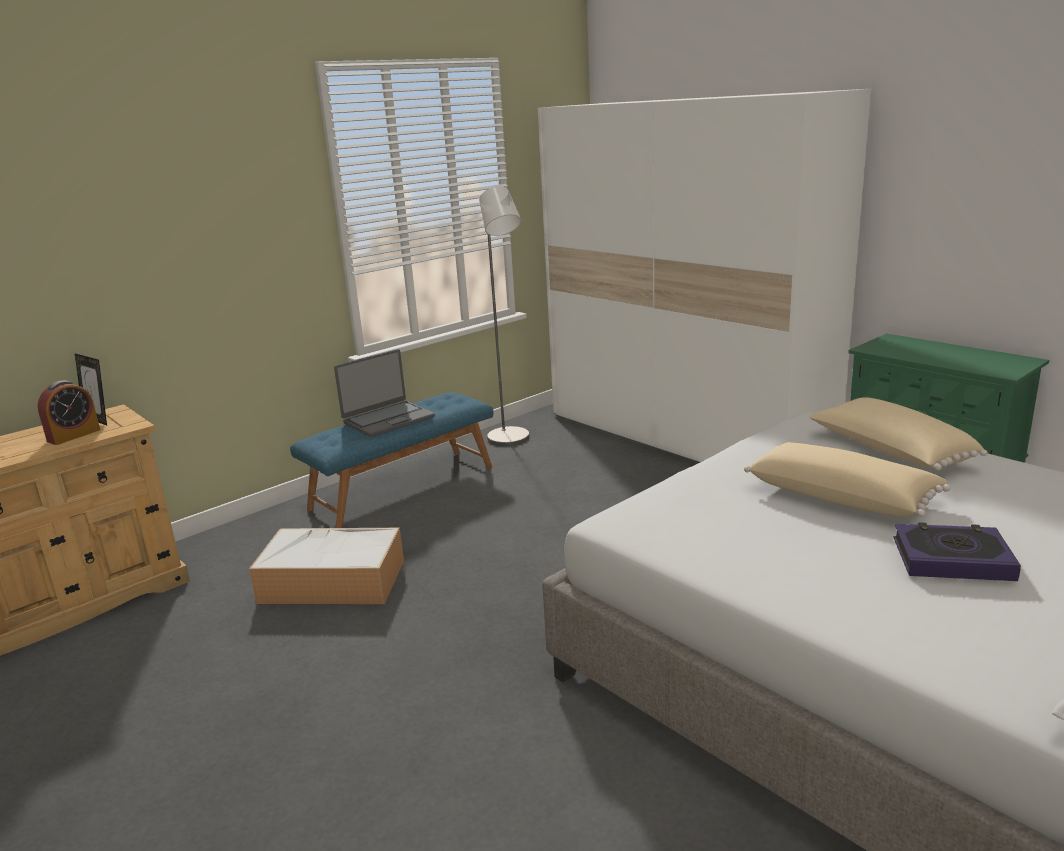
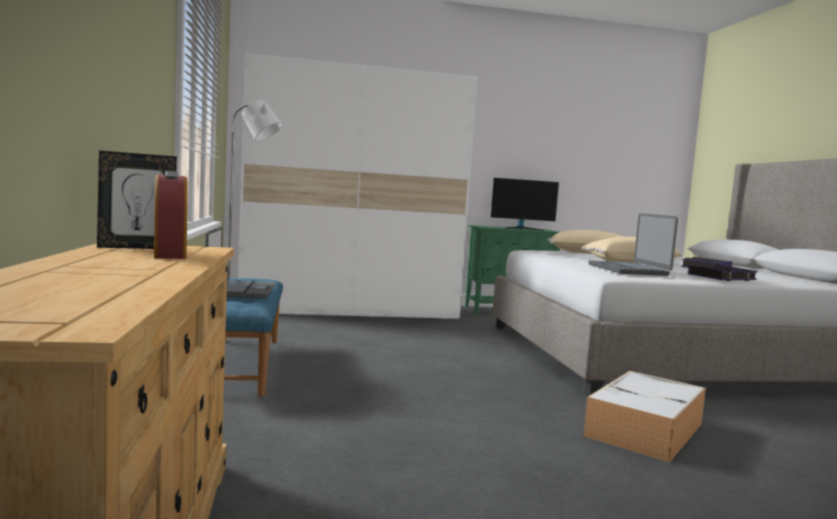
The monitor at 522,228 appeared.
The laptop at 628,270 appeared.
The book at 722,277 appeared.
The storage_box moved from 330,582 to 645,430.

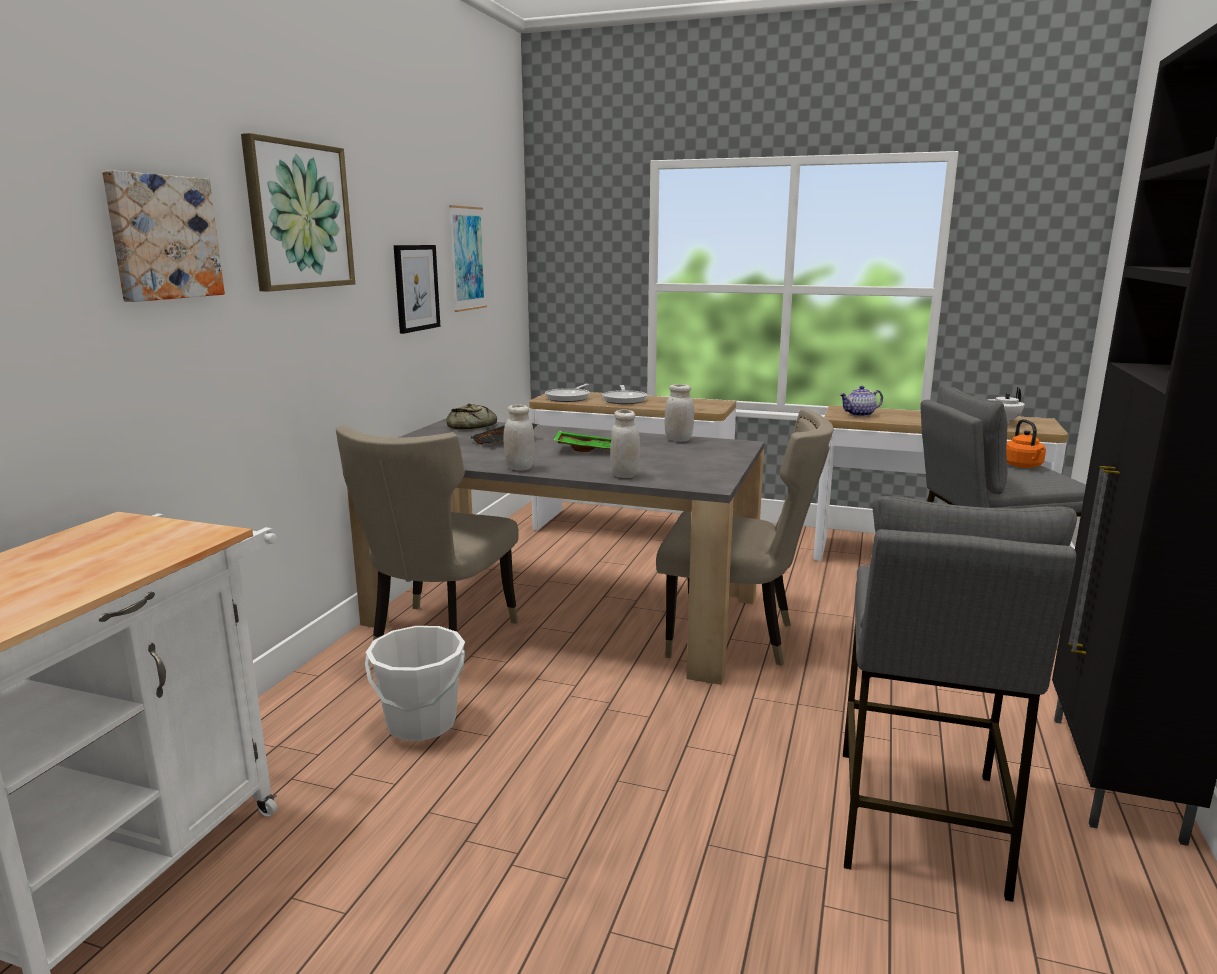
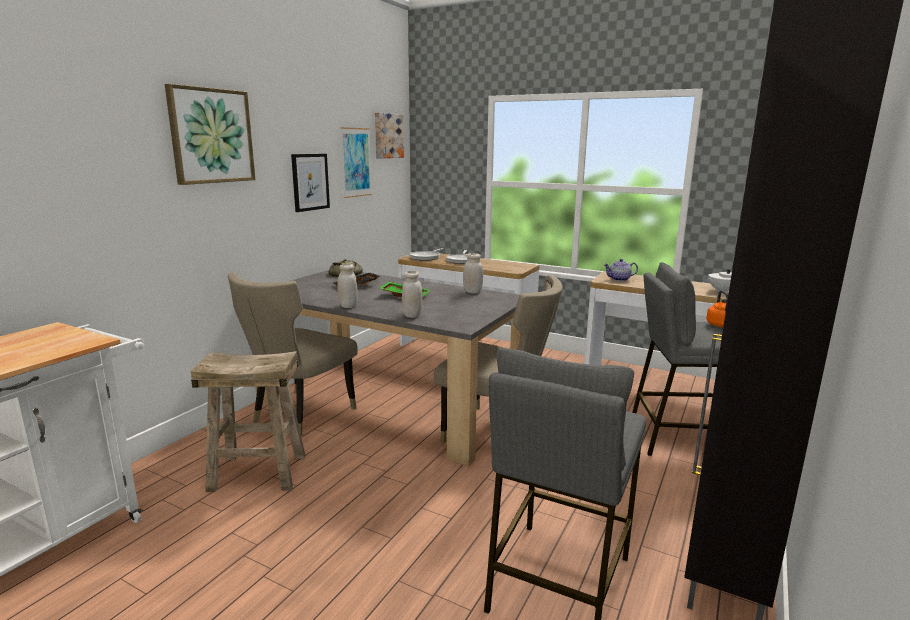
The picture moved from 162,237 to 387,136.
The white_bucket at 421,724 was replaced by the beige_stool at 258,472.

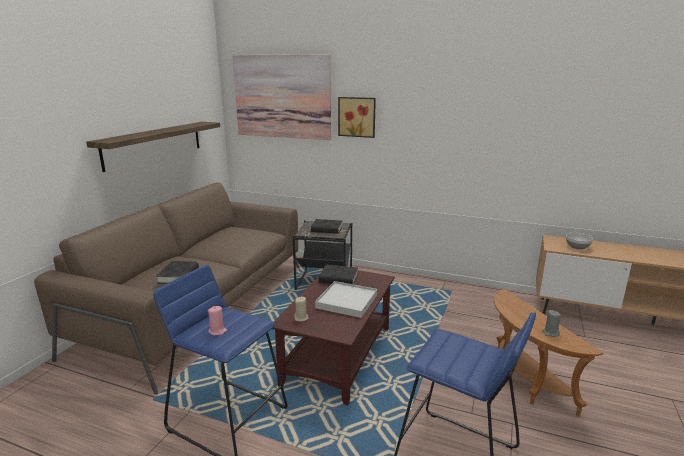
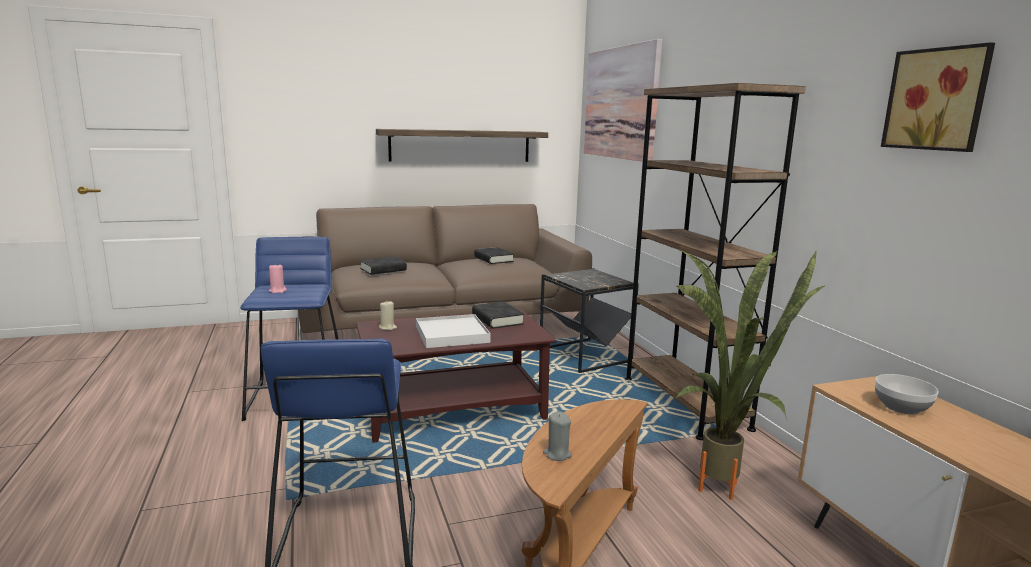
The brown_bookcase at 684,402 appeared.
The potted_plant at 723,482 appeared.
The black_book moved from 326,229 to 493,259.
The picture moved from 357,117 to 938,99.

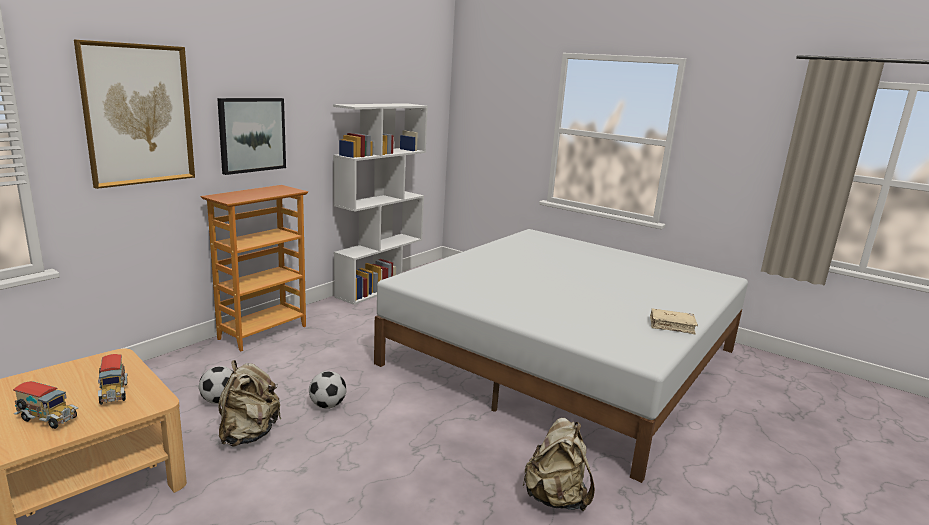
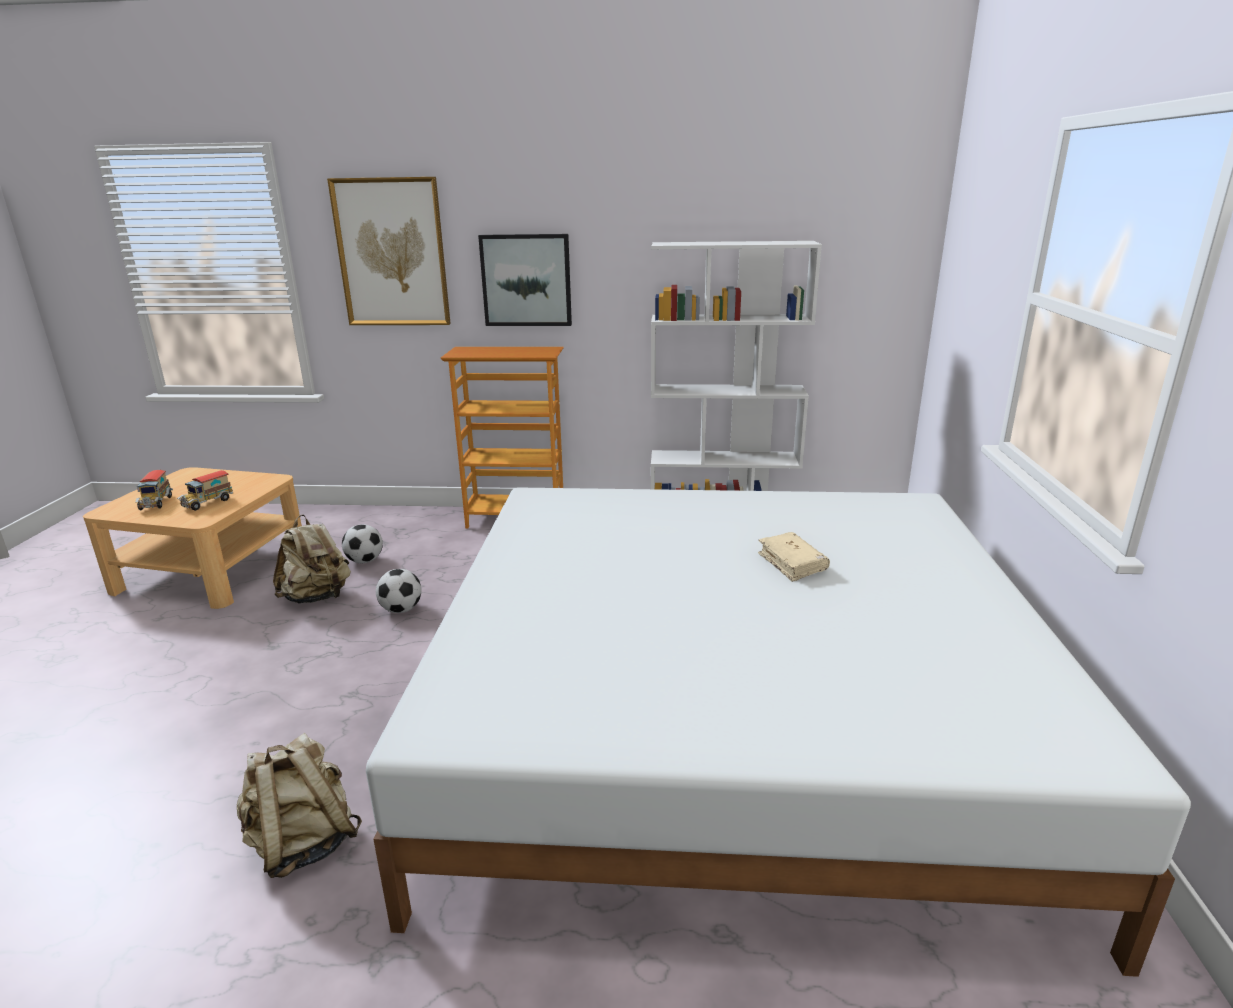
The beige_book moved from 671,326 to 792,563.

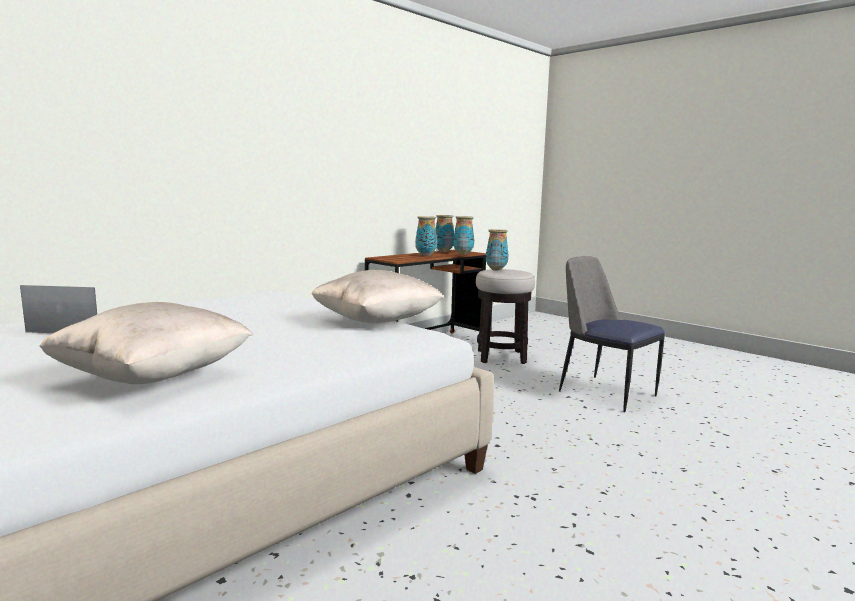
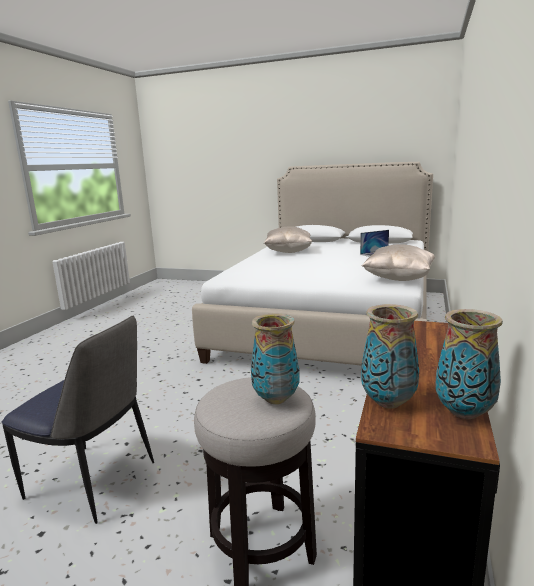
The vase at 426,255 disappeared.
The beige_pillow moved from 376,322 to 399,278.

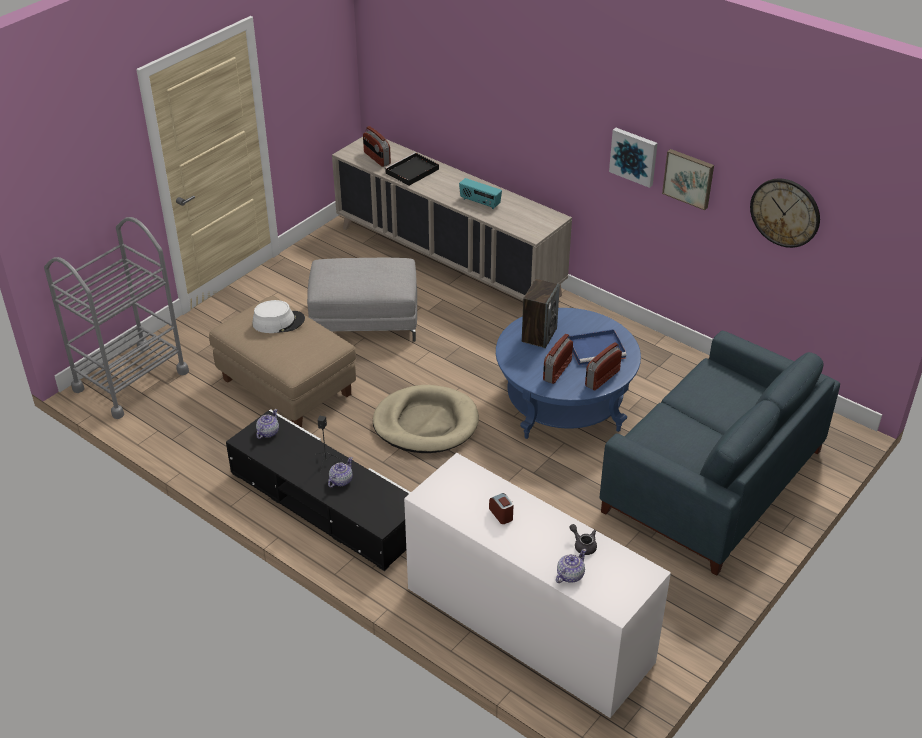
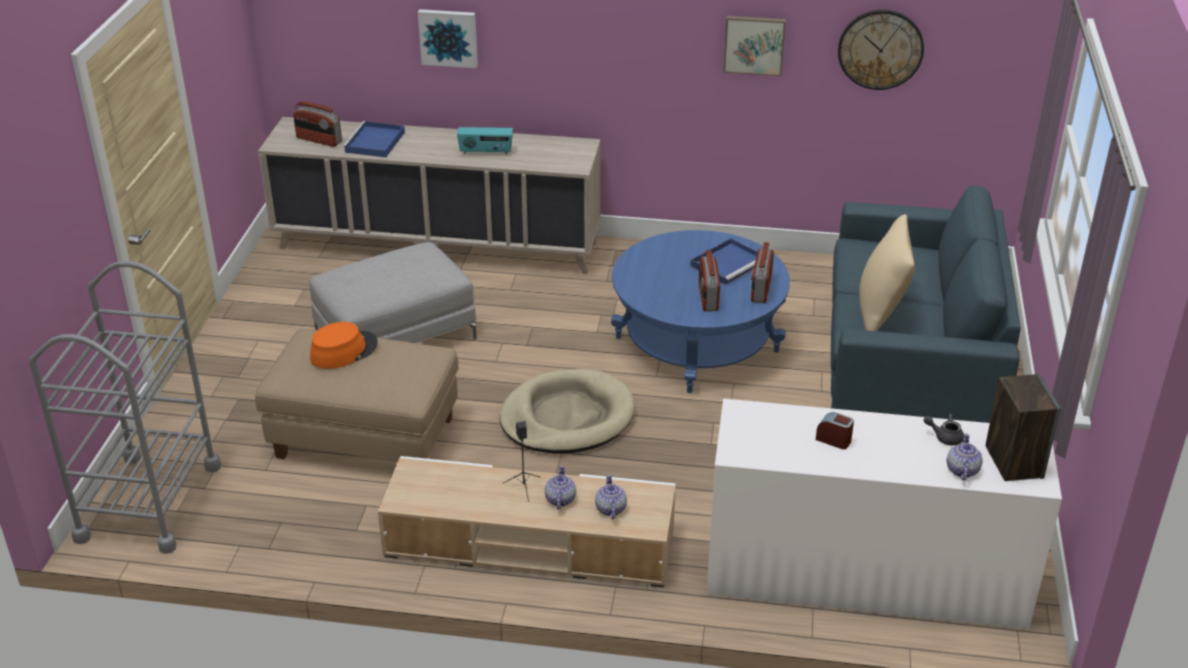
The beige_pillow at 881,312 appeared.
The teapot moved from 267,432 to 610,509.
The speaker moved from 539,335 to 1013,462.
The picture moved from 634,156 to 448,37.
The black_tv_stand at 326,503 became the beige_tv_stand at 530,543.
The white_hat at 278,322 became the orange_hat at 343,351.
The black_tray at 411,171 became the blue_tray at 374,143.

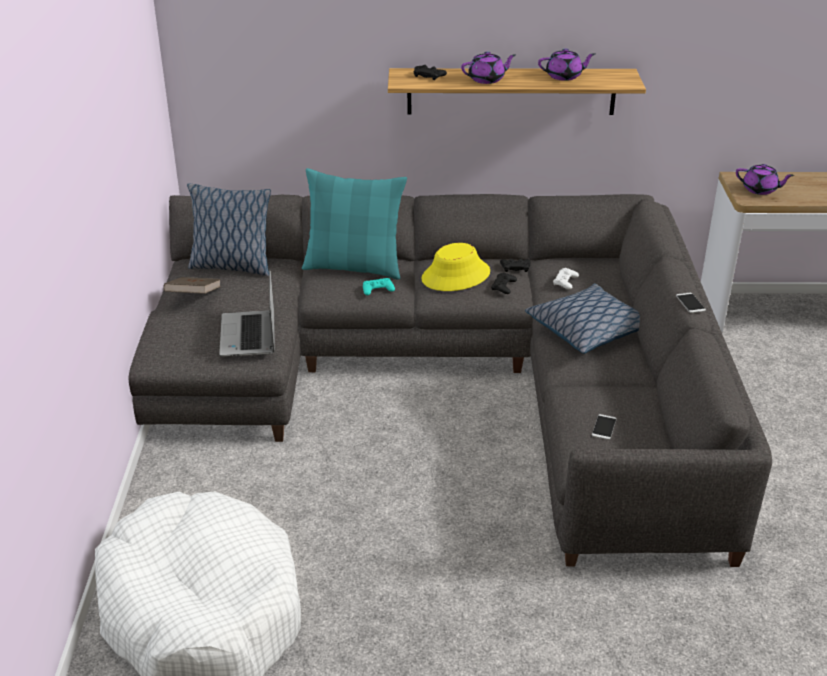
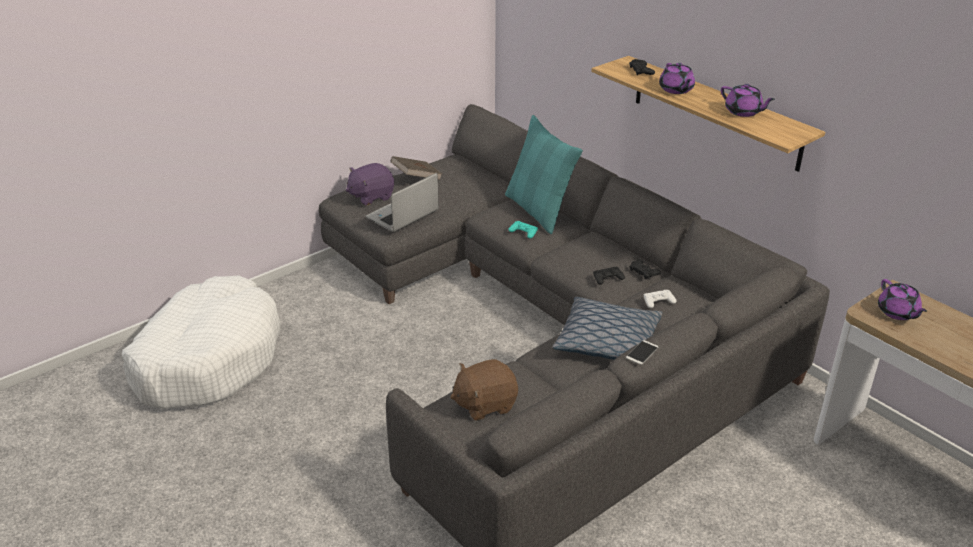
The pillow at 231,266 disappeared.
The yellow_hat at 456,276 disappeared.
The purple_plush_toy at 371,196 appeared.
The phone at 604,427 was replaced by the brown_plush_toy at 485,404.
The purple_teapot at 487,79 turned 45 degrees clockwise.

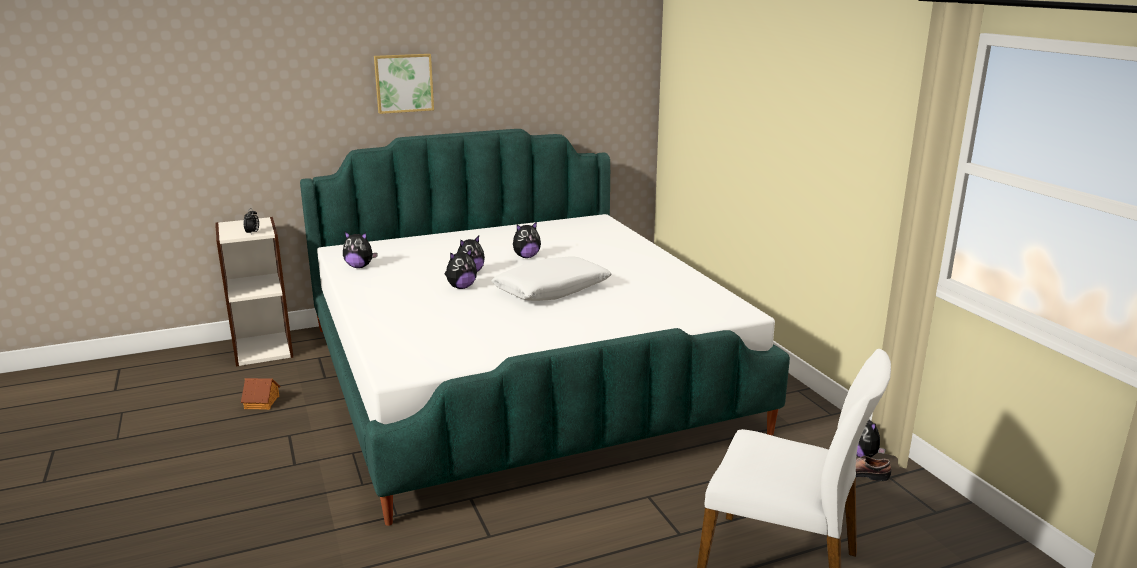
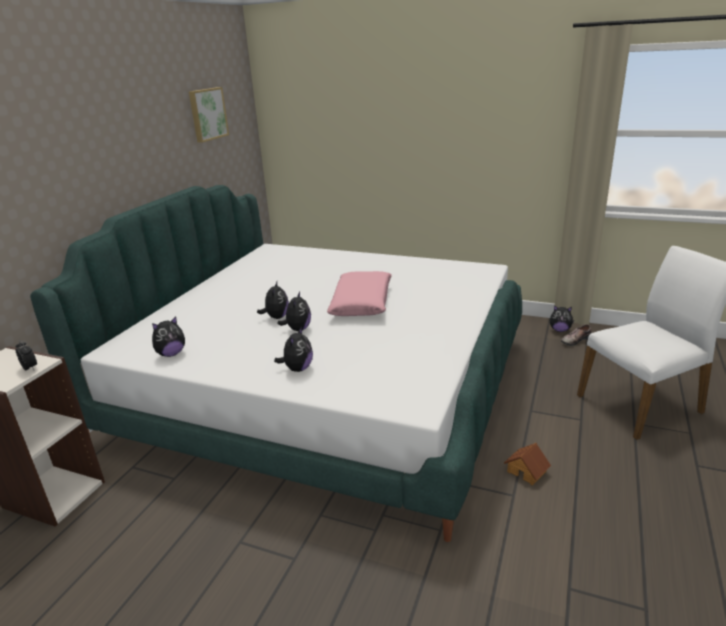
The toy_house moved from 262,402 to 527,471.
The picture moved from 403,83 to 207,114.
The plush_toy moved from 526,257 to 297,369.
The white_pillow at 552,290 became the pink_pillow at 362,302.

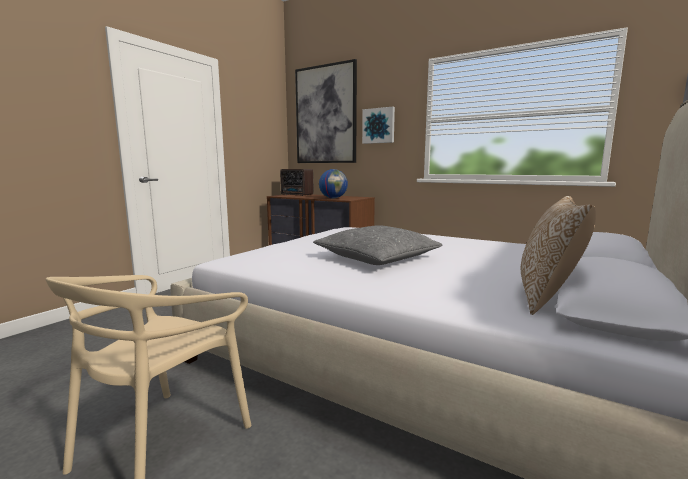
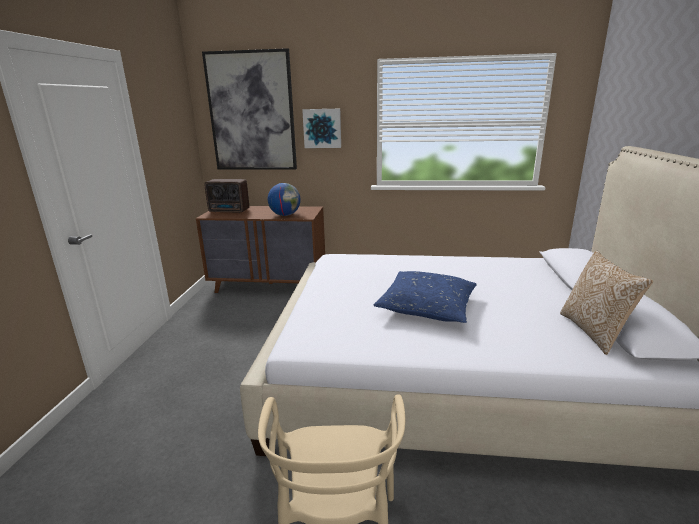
The grey_pillow at 377,257 became the blue_pillow at 427,306.

